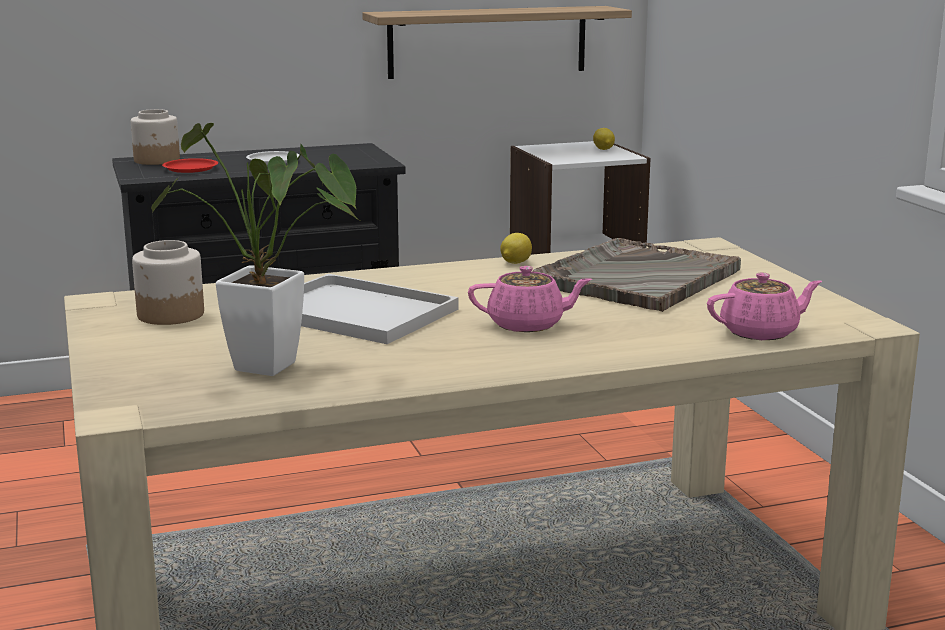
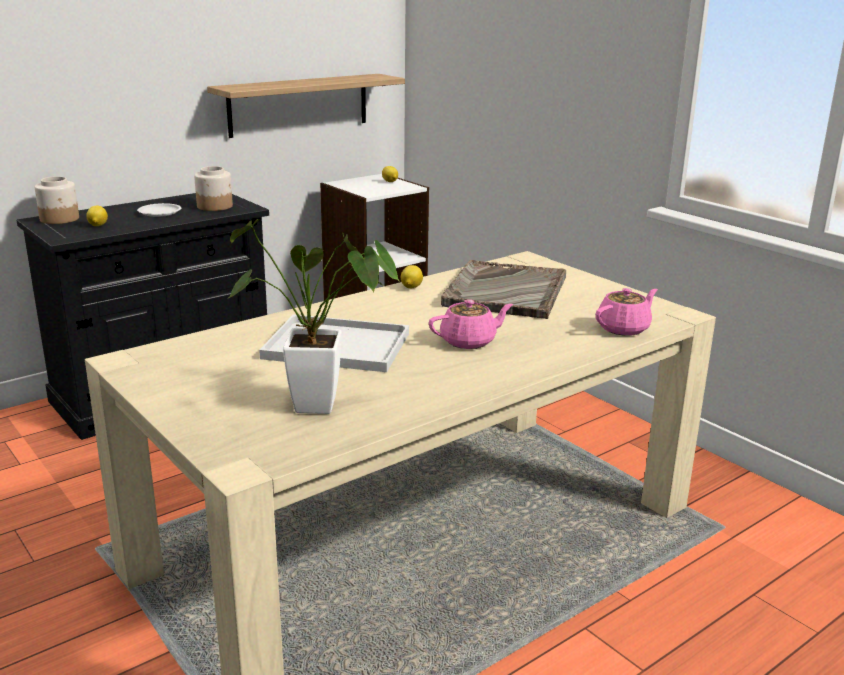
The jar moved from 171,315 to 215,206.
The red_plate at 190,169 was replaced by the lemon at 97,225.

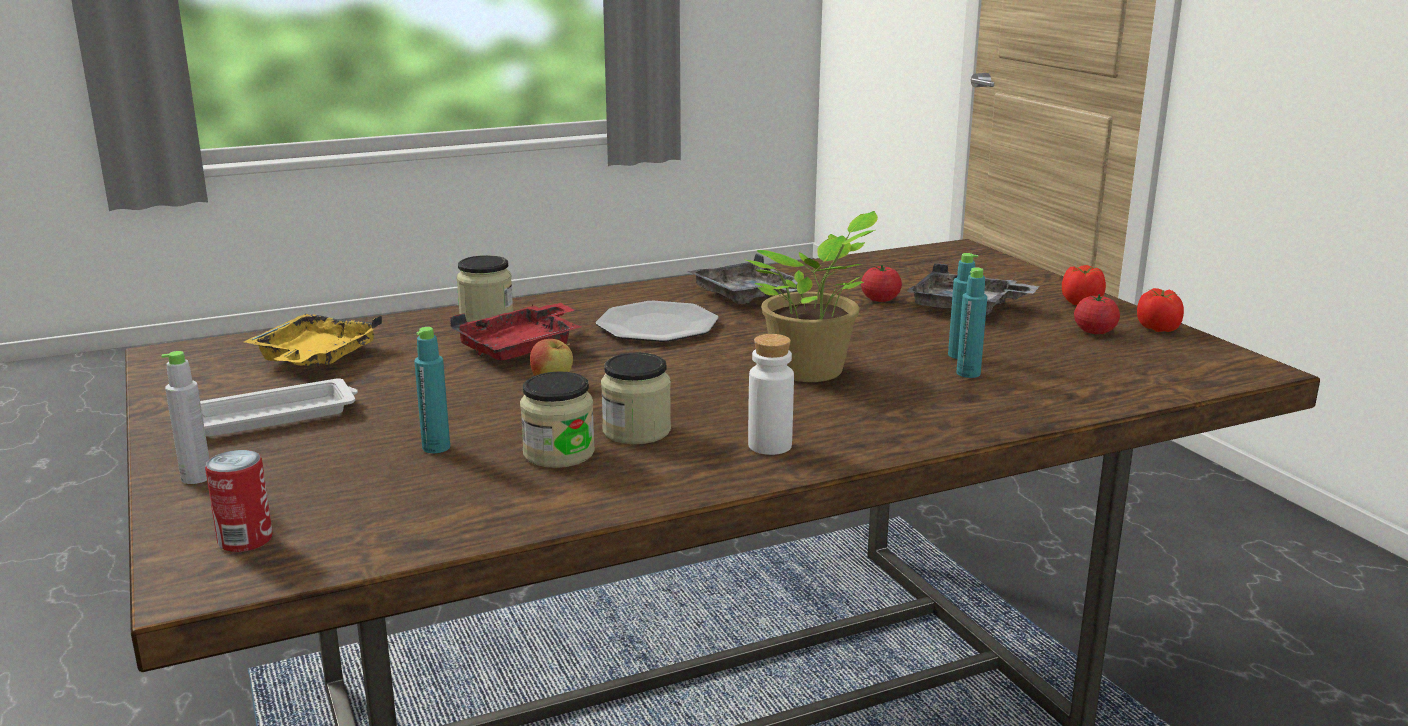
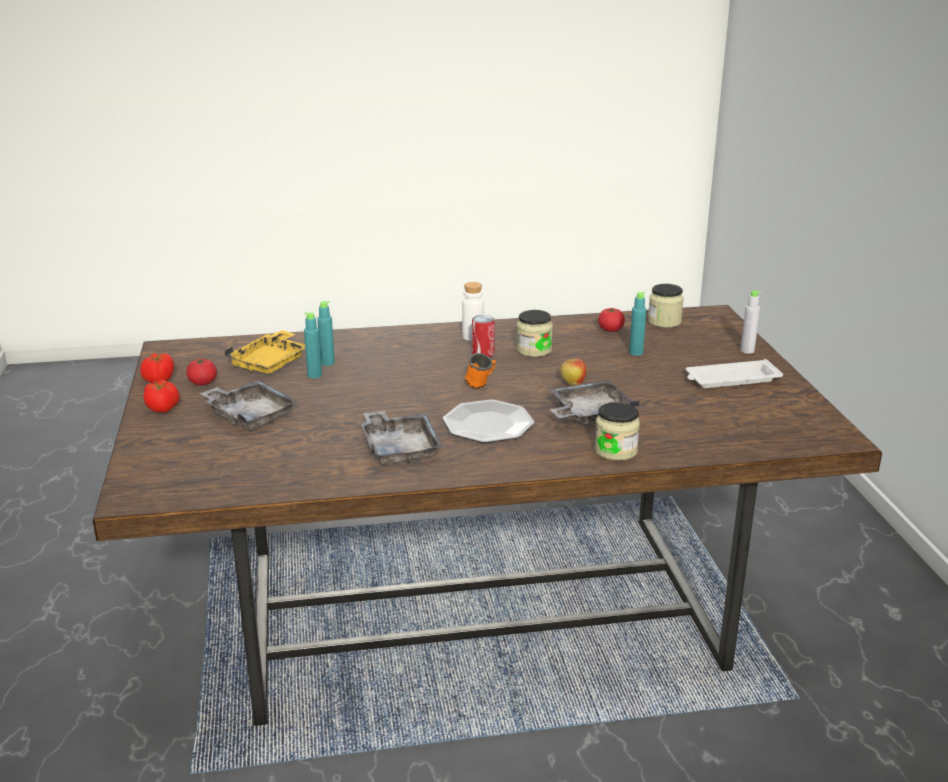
The potted_plant at 812,372 disappeared.
The orange_mug at 481,385 appeared.
The can moved from 245,540 to 483,354.
The yellow_tray moved from 314,358 to 271,363.
The jar moved from 558,453 to 664,322.
The tomato moved from 880,300 to 610,330.
The red_tray at 522,348 became the grey_tray at 589,414.

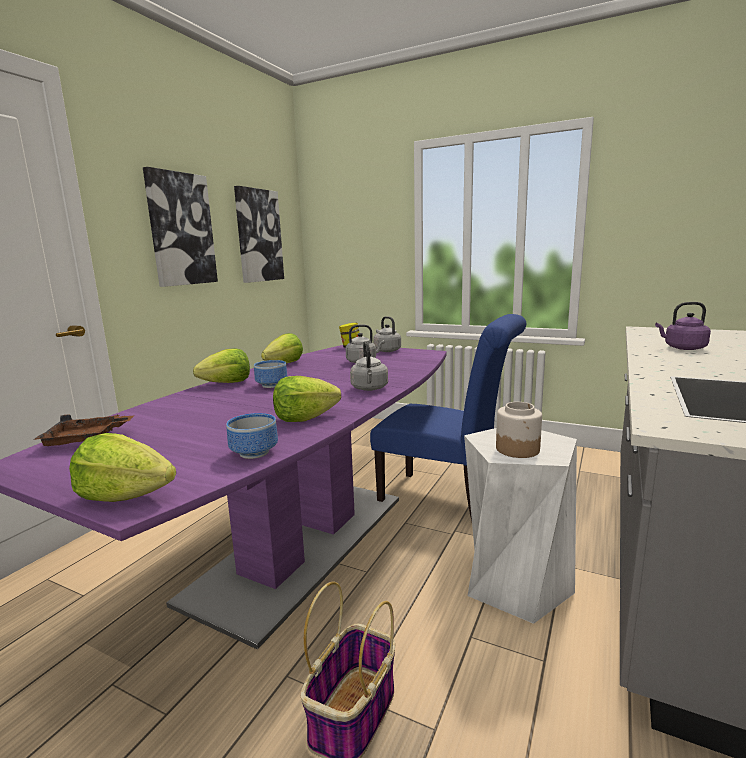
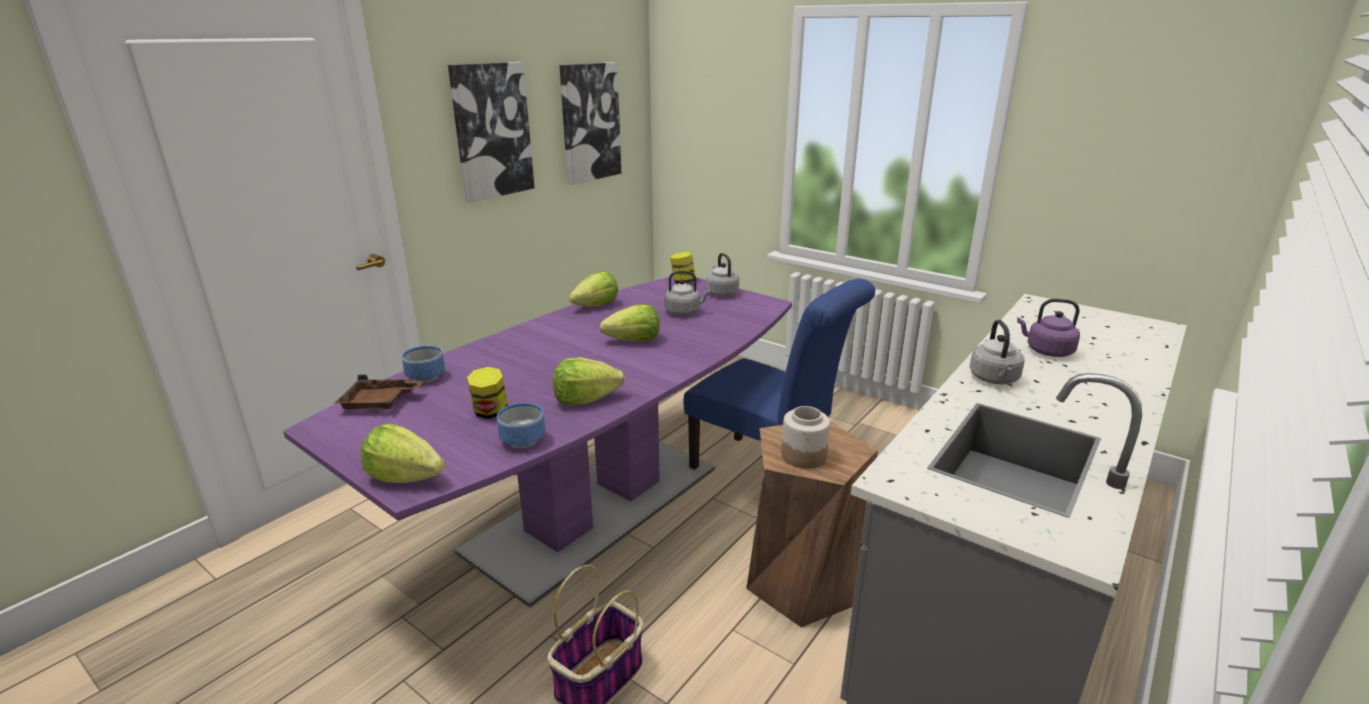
The jar at 490,412 appeared.
The lettuce moved from 227,383 to 634,341.
The bowl moved from 270,385 to 425,377.
The grey_kettle moved from 369,389 to 994,379.
The white_stool at 515,583 became the brown_stool at 802,583.

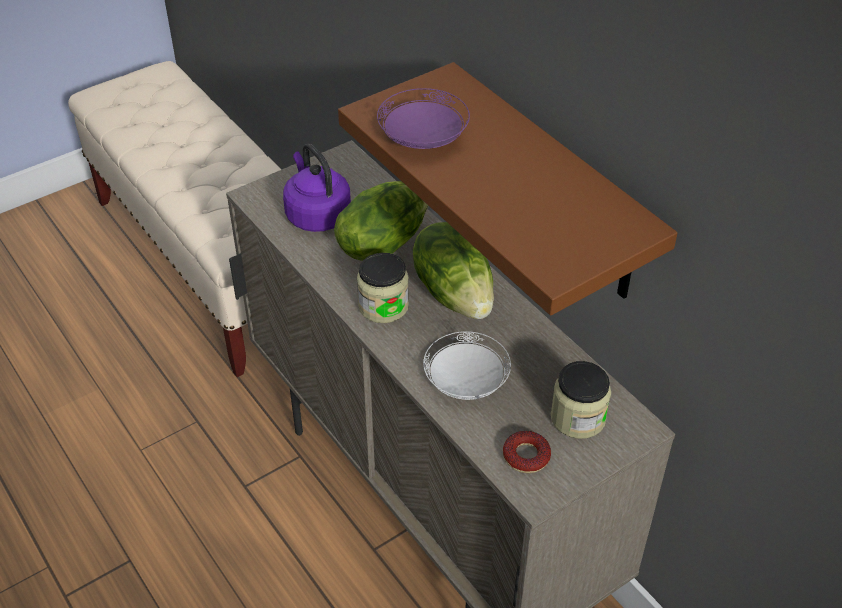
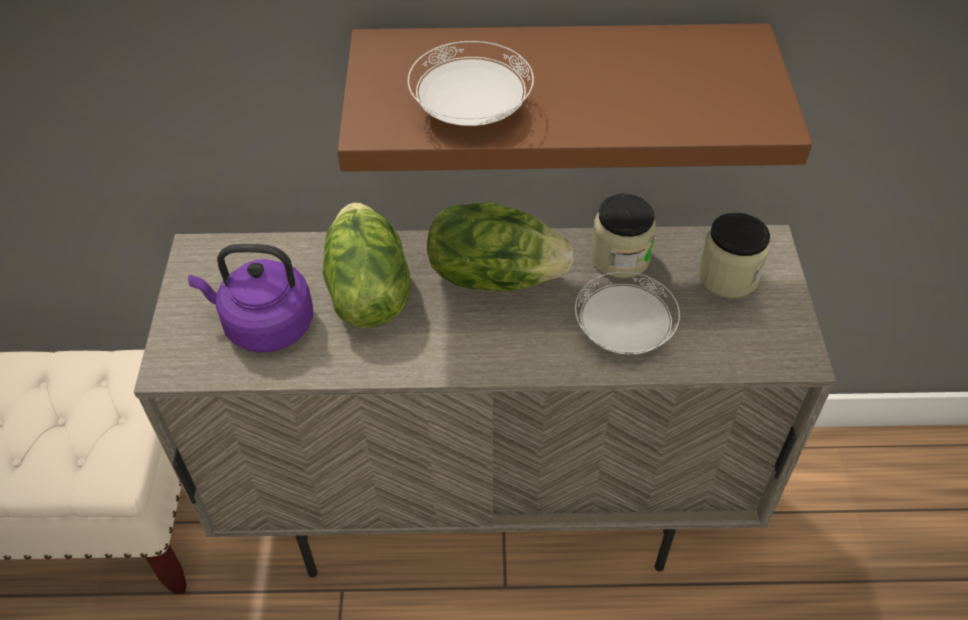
The donut at 526,456 disappeared.
The jar moved from 383,306 to 620,257.
The purple_plate at 423,140 became the white_plate at 471,112.

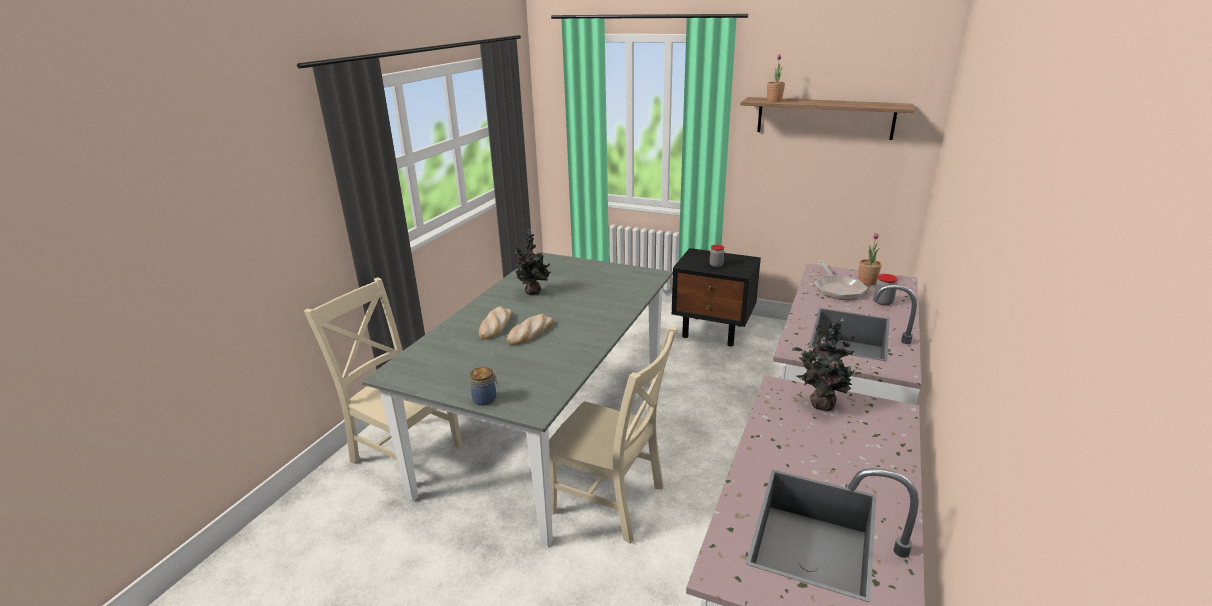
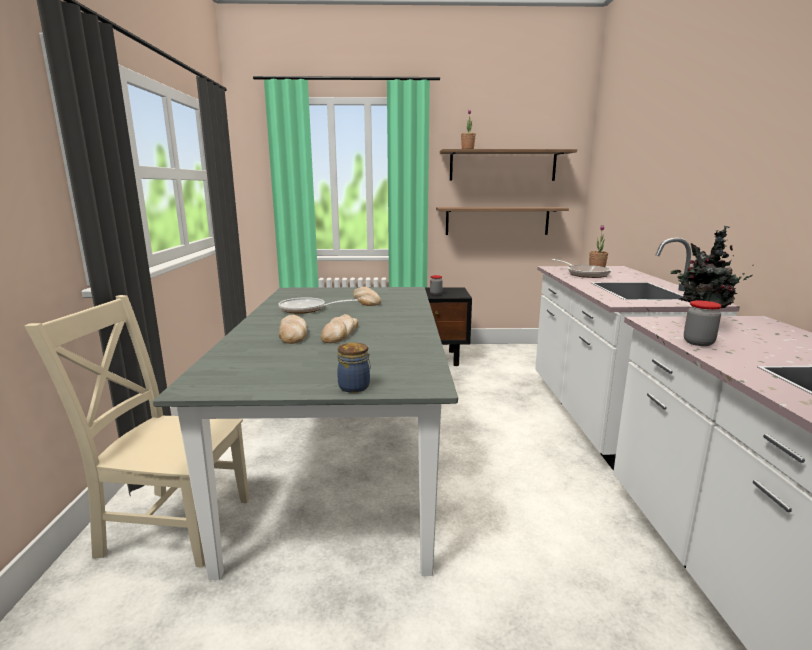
The beige_chair at 611,502 disappeared.
The bread at 366,300 appeared.
The shelf at 497,221 appeared.
The jar moved from 882,302 to 698,343.
The potted_plant at 533,292 was replaced by the frying_pan at 306,309.

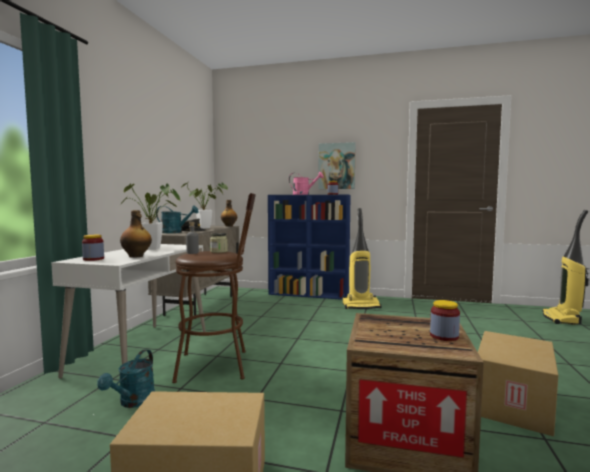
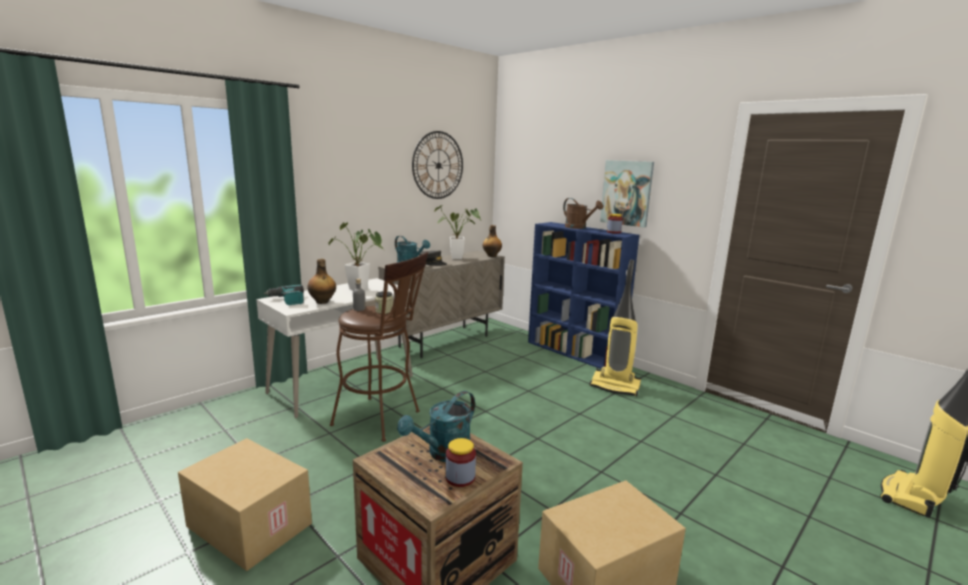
The wall_clock at 438,165 appeared.
The turquoise_watering_can moved from 133,402 to 443,453.
The jar at 93,259 was replaced by the power_drill at 287,300.
The pink_watering_can at 304,194 became the brown_watering_can at 579,227.

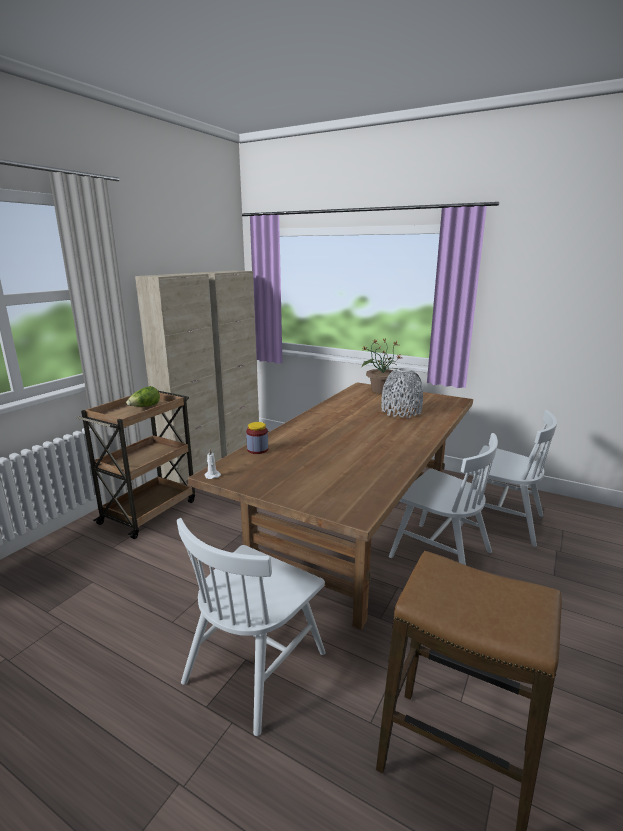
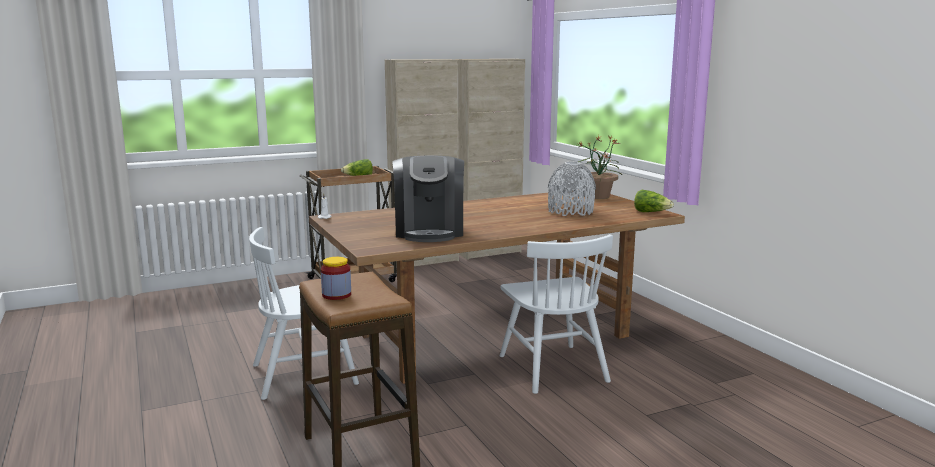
The white_chair at 500,520 disappeared.
The coffee_machine at 429,231 appeared.
The lettuce at 651,212 appeared.
The jar moved from 257,450 to 336,295.

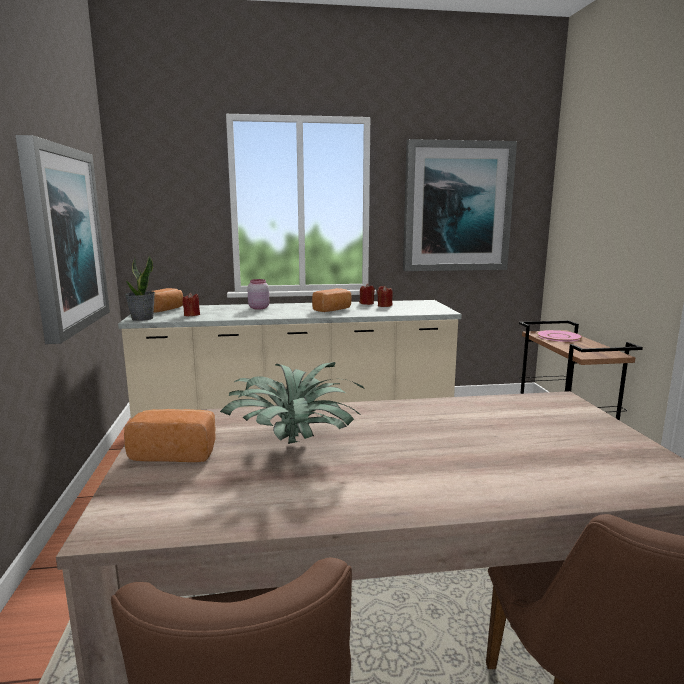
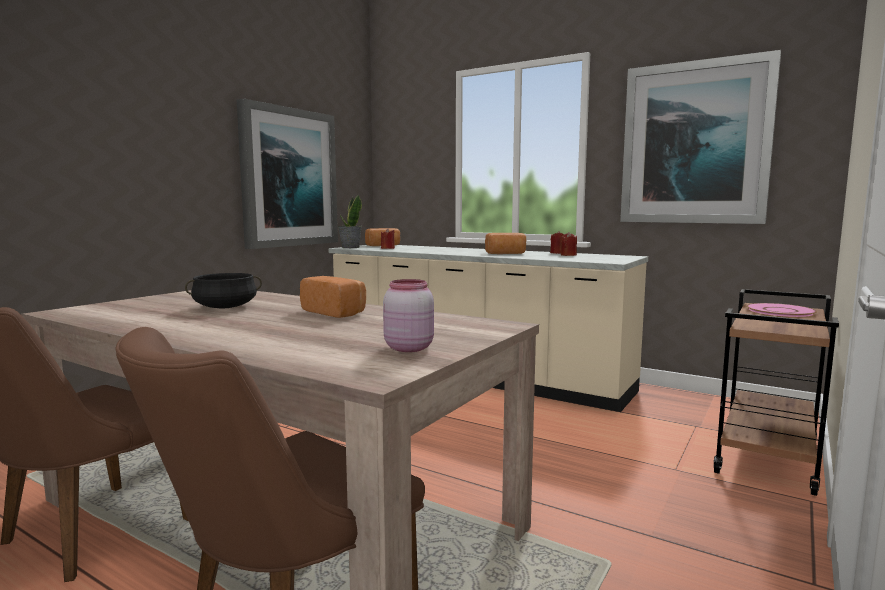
The bread moved from 176,452 to 335,312.
The pink_jar moved from 258,308 to 408,347.
The potted_plant at 296,446 was replaced by the black_cooking_pot at 225,307.

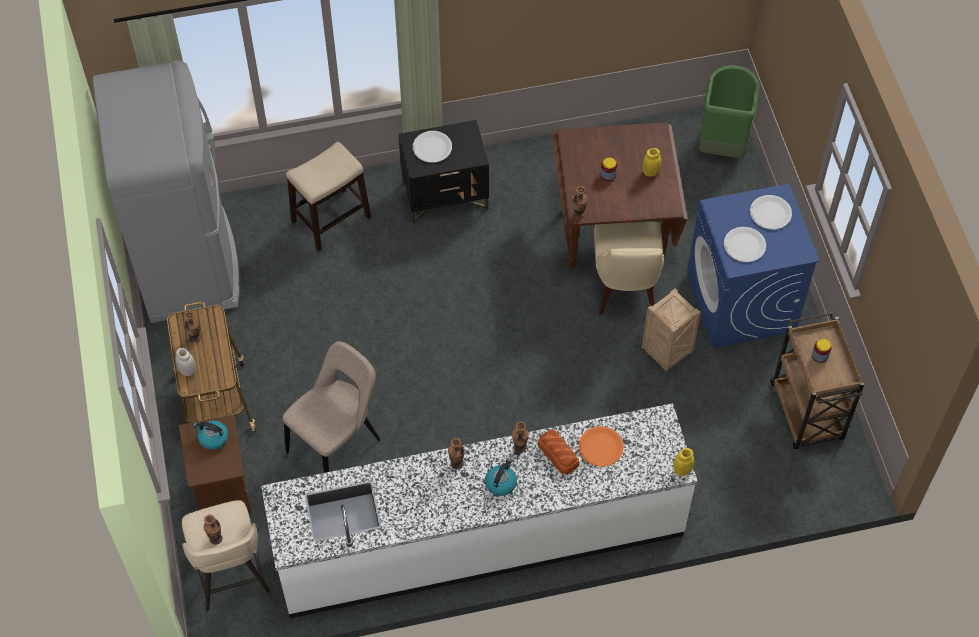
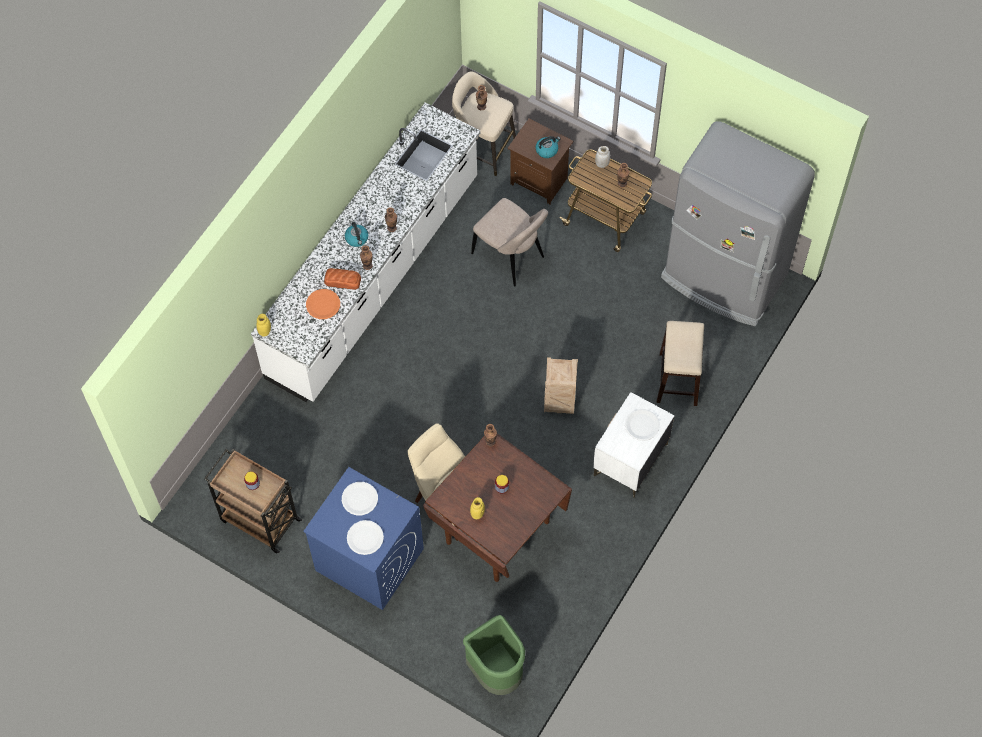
The crate moved from 665,352 to 560,401.
The black_nightstand at 445,195 became the white_nightstand at 630,460.
The beige_chair at 337,443 turned 45 degrees counterclockwise.

